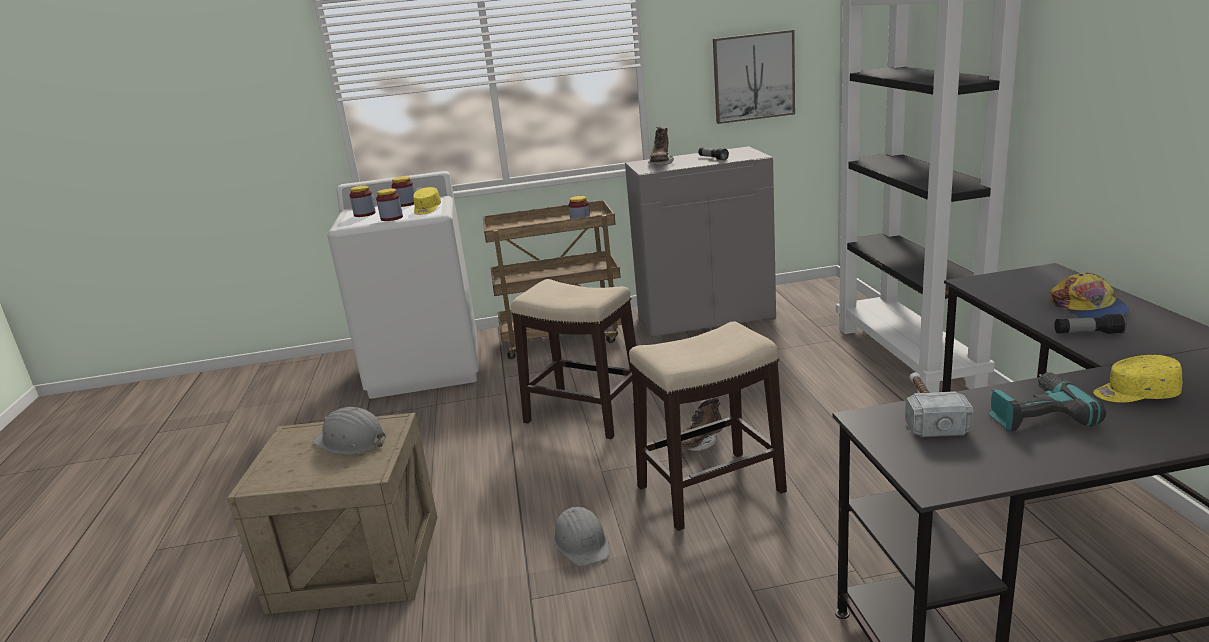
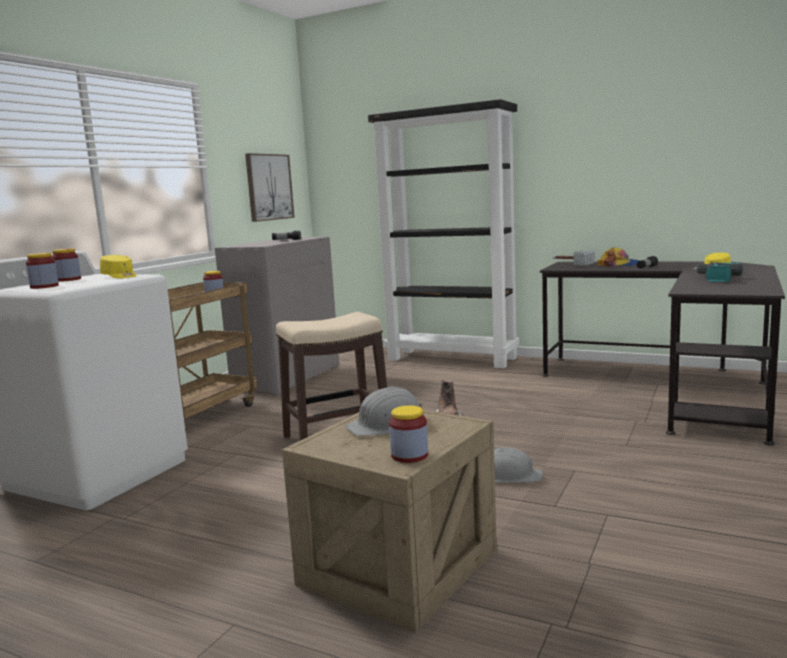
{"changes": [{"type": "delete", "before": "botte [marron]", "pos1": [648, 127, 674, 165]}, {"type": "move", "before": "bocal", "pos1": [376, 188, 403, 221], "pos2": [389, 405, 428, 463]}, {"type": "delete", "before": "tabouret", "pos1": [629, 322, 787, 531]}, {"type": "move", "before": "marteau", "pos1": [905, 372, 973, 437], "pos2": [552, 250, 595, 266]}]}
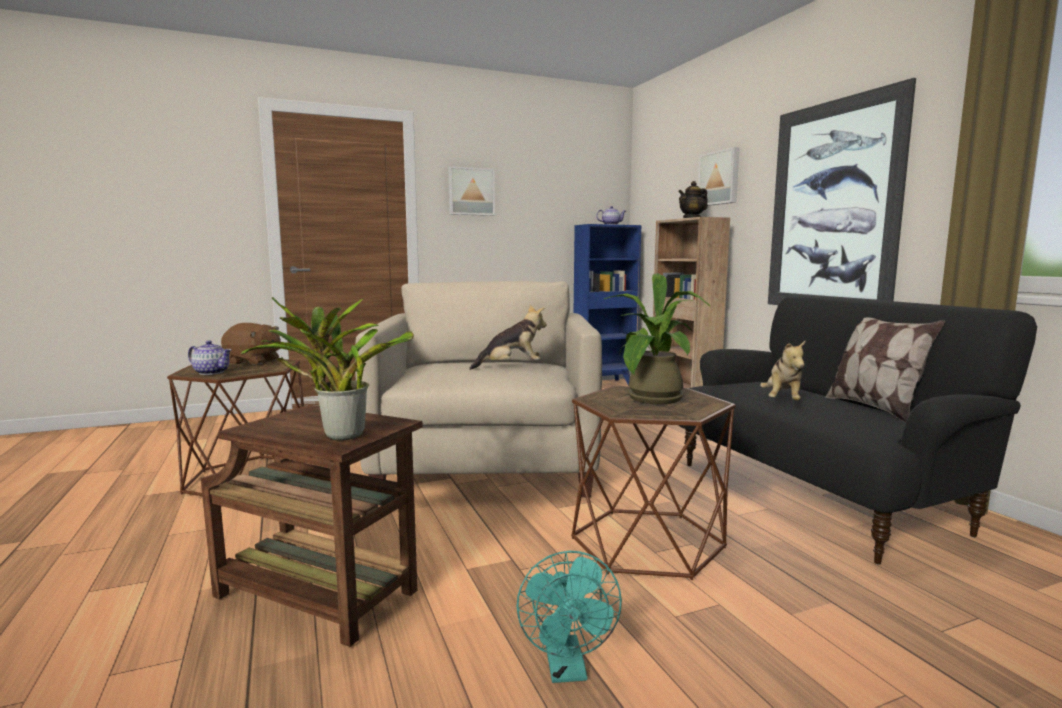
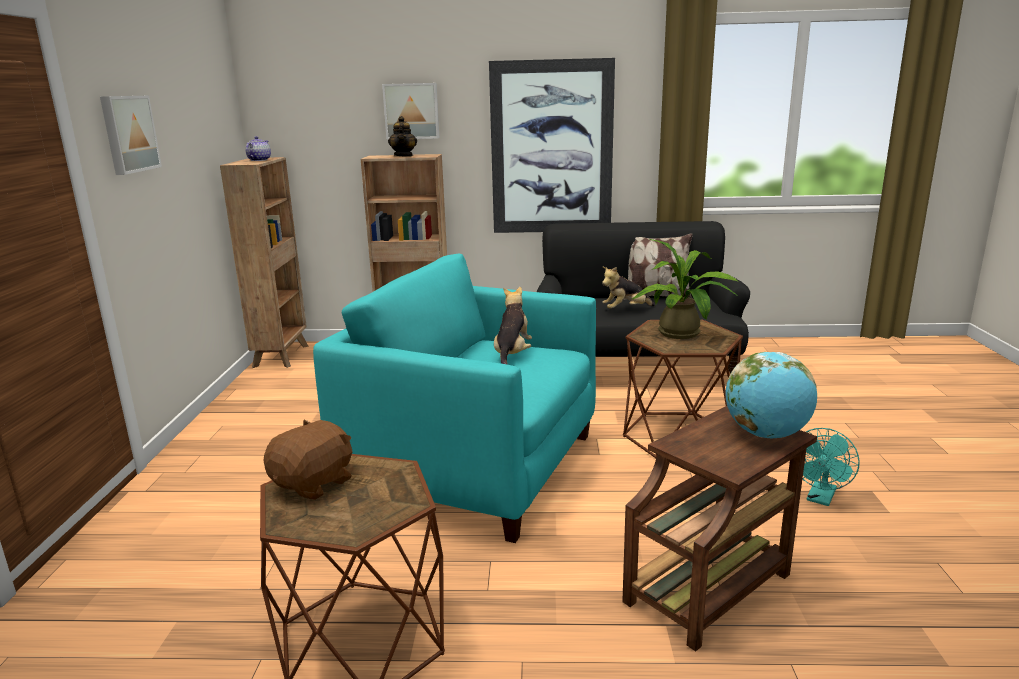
{"changes": [{"type": "recolor", "before": "bibliothèque [bleu]", "after": "bibliothèque [marron]", "pos1": [574, 224, 641, 385], "pos2": [220, 157, 308, 368]}, {"type": "recolor", "before": "fauteuil [beige]", "after": "fauteuil [turquoise]", "pos1": [355, 281, 602, 497], "pos2": [313, 254, 596, 543]}, {"type": "replace", "before": "plante en pot", "after": "globe", "pos1": [241, 297, 414, 440], "pos2": [725, 352, 817, 438]}, {"type": "delete", "before": "théière", "pos1": [188, 340, 232, 375]}, {"type": "rotate", "before": "peluche", "pos1": [760, 340, 806, 400], "pos2": [602, 267, 655, 309], "turn": 120}, {"type": "rotate", "before": "ventilateur [turquoise]", "pos1": [517, 551, 622, 683], "pos2": [803, 428, 860, 506], "turn": 105}]}
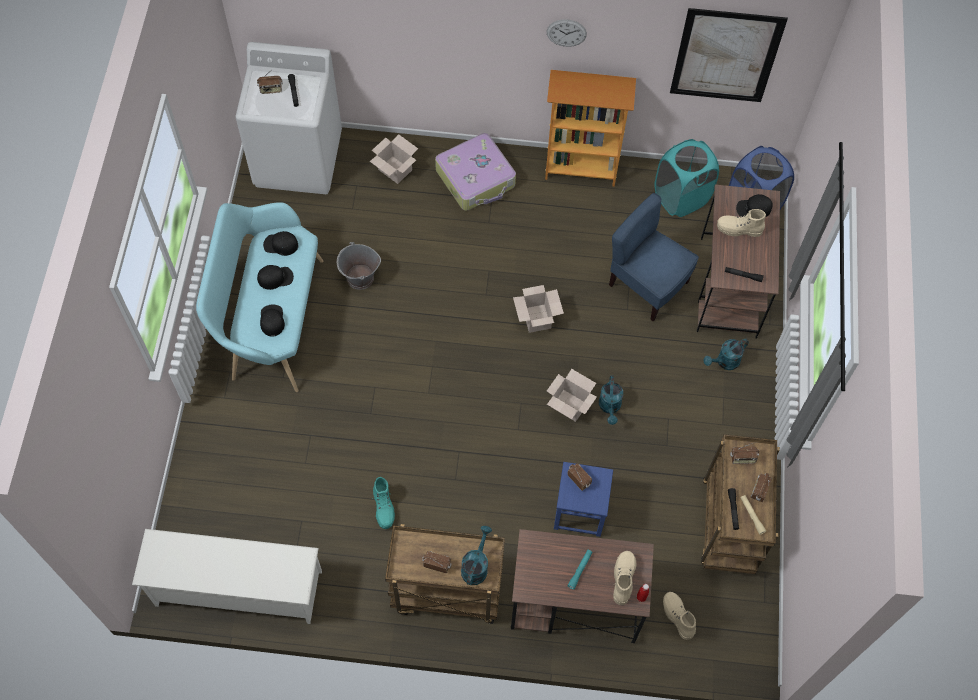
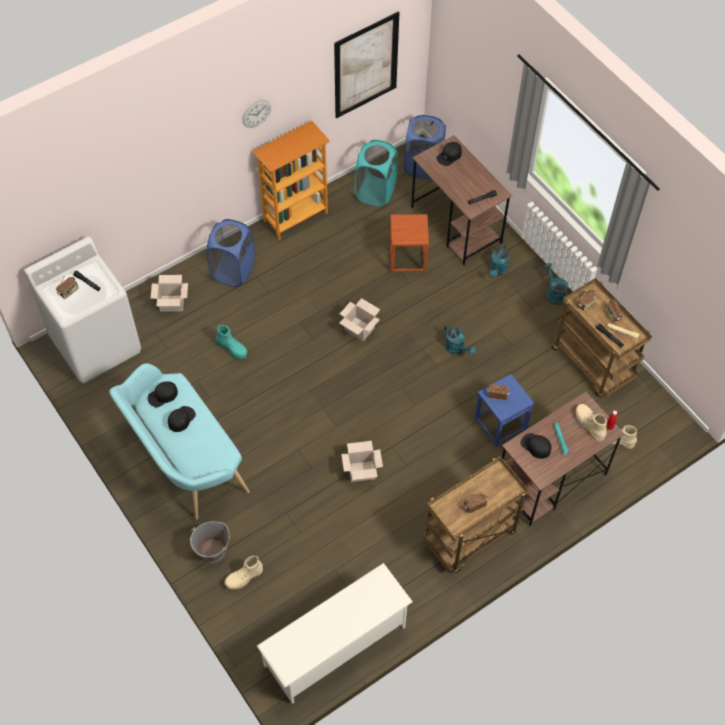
{"changes": [{"type": "replace", "before": "valise", "after": "panier à linge [bleu]", "pos1": [435, 133, 516, 210], "pos2": [206, 219, 255, 287]}, {"type": "replace", "before": "chaise [bleu]", "after": "tabouret [marron]", "pos1": [609, 193, 699, 321], "pos2": [390, 214, 429, 274]}, {"type": "move", "before": "botte [beige]", "pos1": [717, 209, 766, 237], "pos2": [225, 556, 263, 590]}, {"type": "move", "before": "seau [gris]", "pos1": [337, 242, 381, 290], "pos2": [190, 522, 229, 563]}, {"type": "move", "before": "casquette [noir]", "pos1": [260, 304, 285, 337], "pos2": [521, 433, 551, 459]}, {"type": "move", "before": "carton", "pos1": [547, 369, 597, 422], "pos2": [341, 441, 383, 482]}, {"type": "move", "before": "botte [turquoise]", "pos1": [373, 477, 395, 529], "pos2": [216, 325, 247, 360]}, {"type": "move", "before": "arrosoir [turquoise]", "pos1": [461, 526, 492, 585], "pos2": [544, 263, 568, 305]}]}
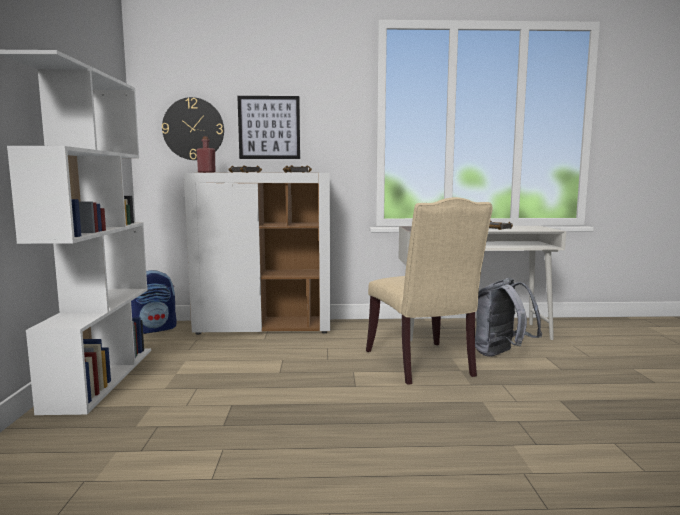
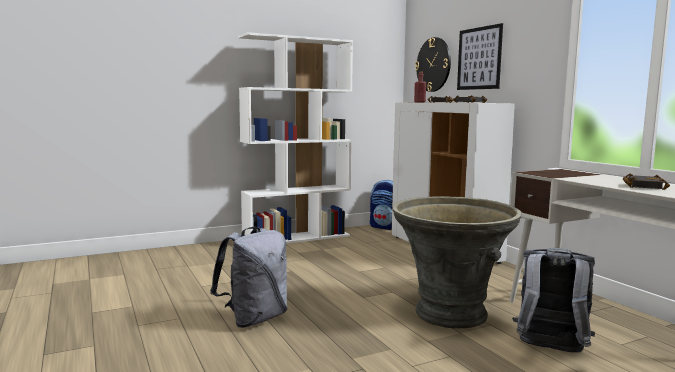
{"changes": [{"type": "replace", "before": "chaise [beige]", "after": "cache-pot [gris]", "pos1": [366, 197, 493, 385], "pos2": [392, 196, 522, 329]}, {"type": "insert", "after": "sac à dos [gris]", "pos2": [210, 227, 287, 328]}]}
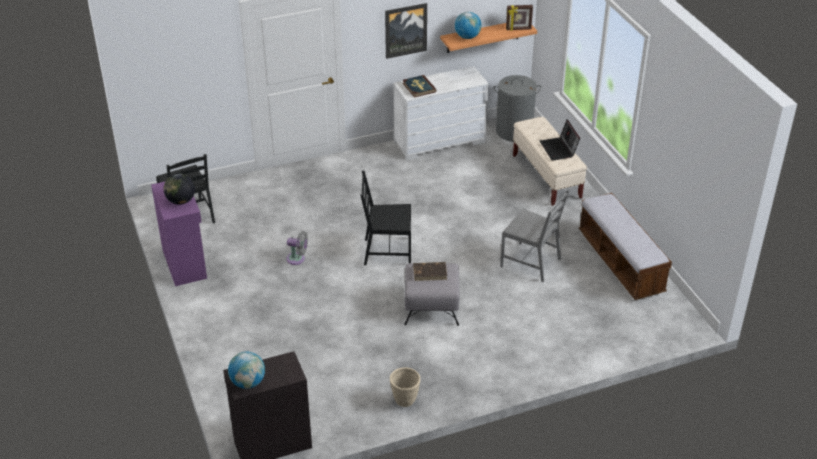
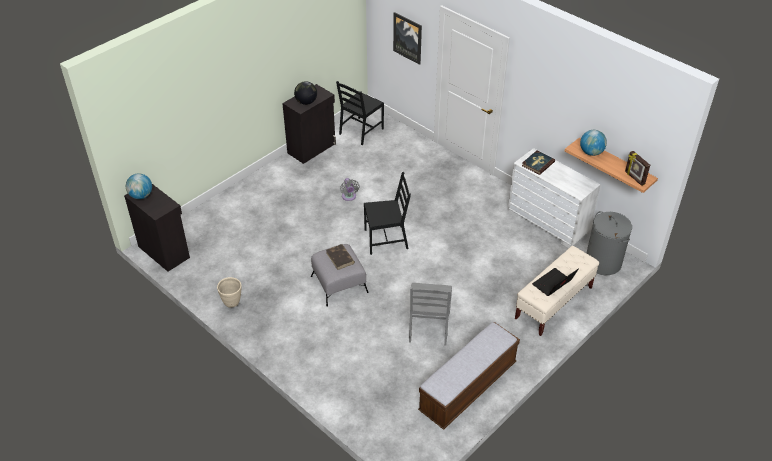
{"changes": [{"type": "move", "before": "tableau", "pos1": [385, 3, 427, 59], "pos2": [393, 12, 422, 65]}, {"type": "rotate", "before": "chaise [noir]", "pos1": [361, 170, 411, 265], "pos2": [364, 172, 411, 255], "turn": 105}, {"type": "recolor", "before": "meuble de rangement [violet]", "after": "meuble de rangement [noir]", "pos1": [151, 182, 207, 286], "pos2": [282, 84, 336, 164]}]}
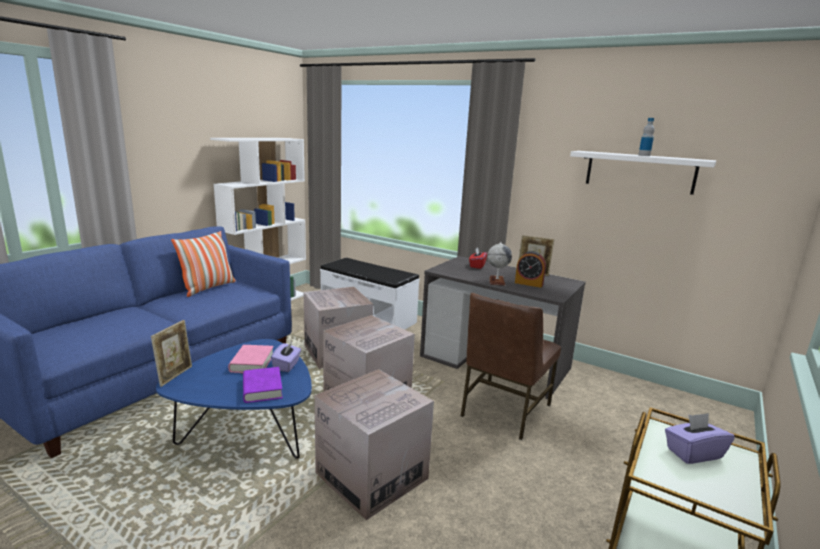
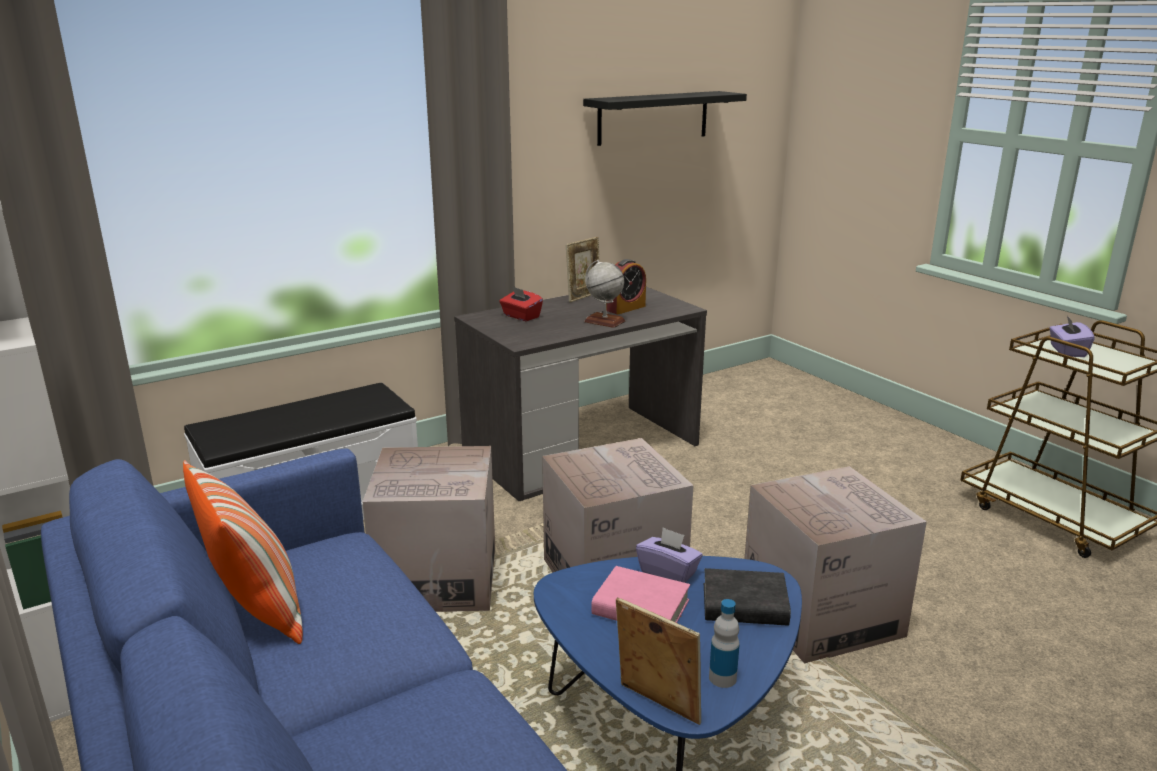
{"changes": [{"type": "move", "before": "bouteille", "pos1": [638, 118, 655, 156], "pos2": [709, 599, 740, 688]}, {"type": "recolor", "before": "étagère [blanc]", "after": "étagère [noir]", "pos1": [570, 151, 716, 195], "pos2": [583, 91, 747, 146]}, {"type": "delete", "before": "chaise [marron]", "pos1": [461, 293, 561, 440]}, {"type": "recolor", "before": "livre [violet]", "after": "livre [noir]", "pos1": [243, 367, 283, 403], "pos2": [704, 568, 791, 626]}]}
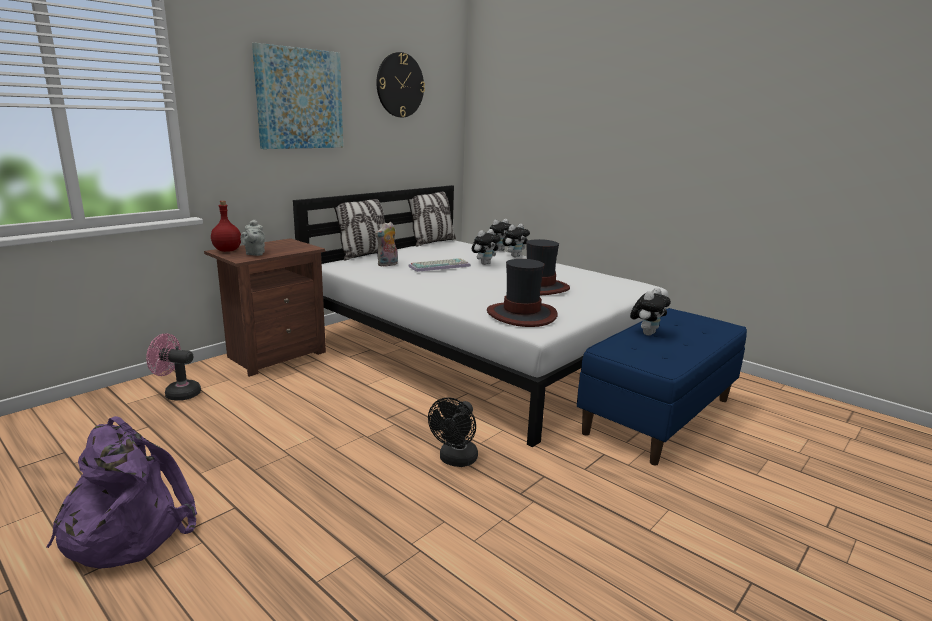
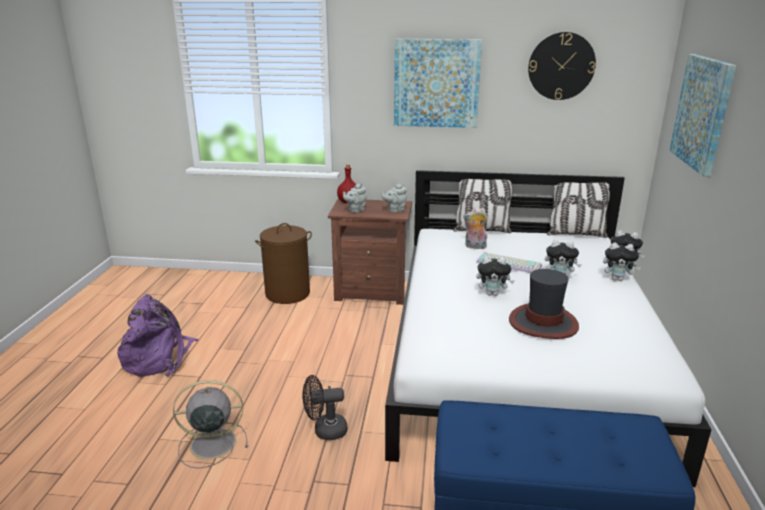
{"changes": [{"type": "delete", "before": "chapeau", "pos1": [487, 259, 558, 327]}, {"type": "move", "before": "peluche", "pos1": [630, 288, 671, 336], "pos2": [476, 256, 514, 296]}, {"type": "replace", "before": "ventilateur [rose]", "after": "panier à linge [marron]", "pos1": [146, 333, 201, 401], "pos2": [255, 223, 312, 304]}, {"type": "insert", "after": "tableau", "pos2": [670, 54, 736, 177]}, {"type": "insert", "after": "théière [gris]", "pos2": [382, 184, 407, 213]}, {"type": "insert", "after": "ventilateur [gris]", "pos2": [173, 380, 248, 469]}]}
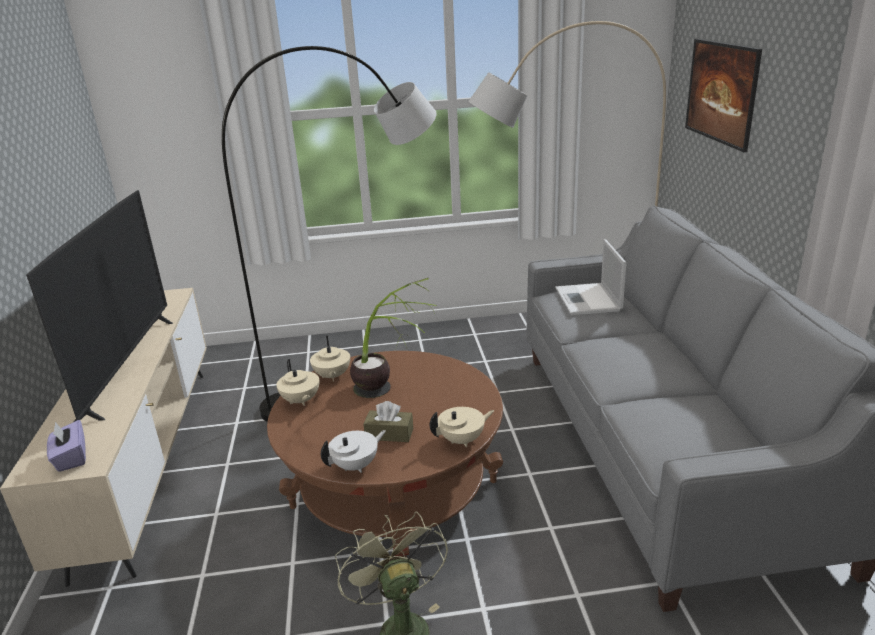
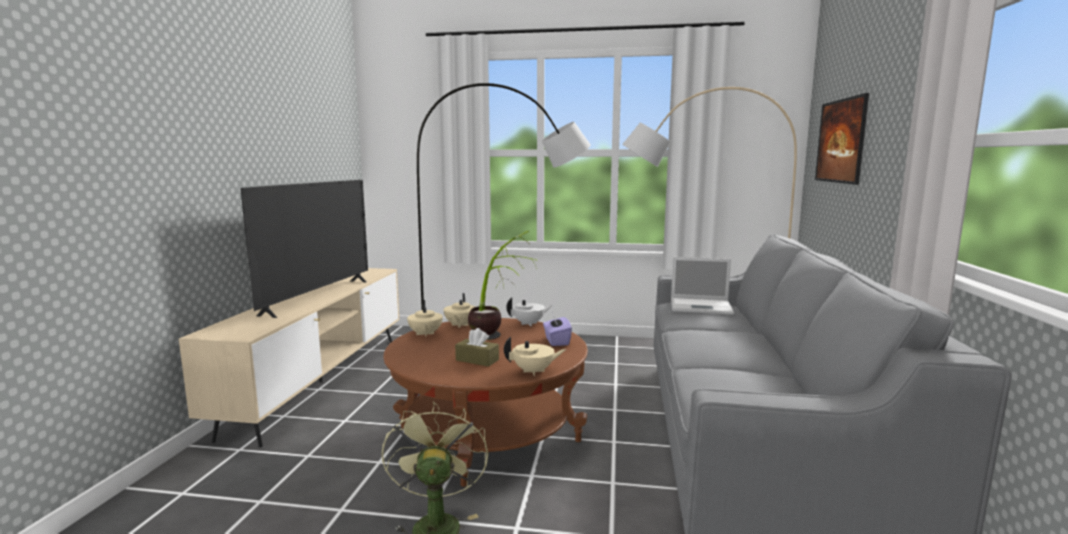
{"changes": [{"type": "rotate", "before": "ordinateur portable", "pos1": [555, 239, 627, 315], "pos2": [671, 257, 734, 315], "turn": -90}, {"type": "move", "before": "boîte à mouchoirs [violet]", "pos1": [47, 420, 86, 472], "pos2": [543, 312, 572, 346]}, {"type": "move", "before": "théière [blanc]", "pos1": [321, 430, 386, 473], "pos2": [506, 297, 553, 326]}]}
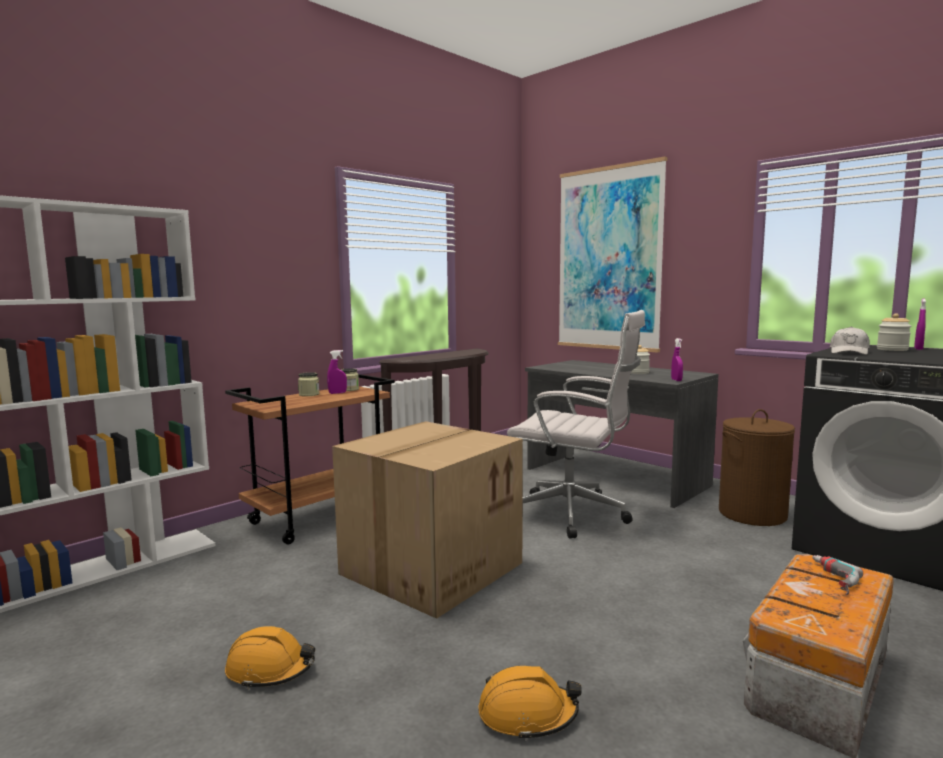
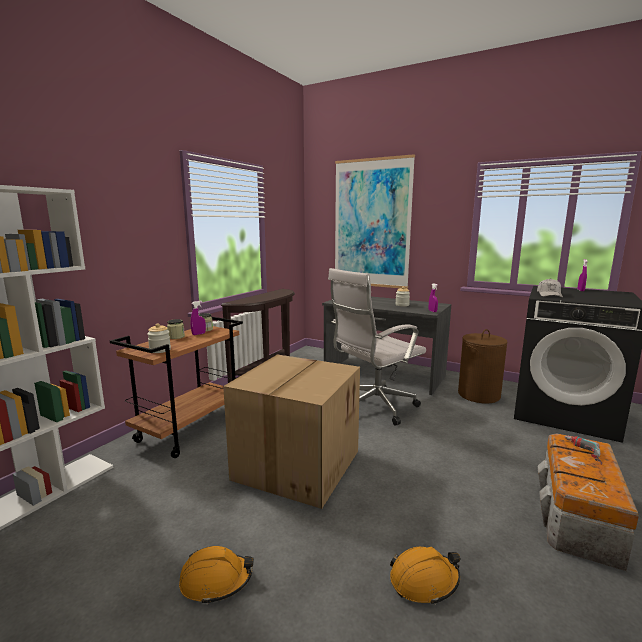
{"changes": [{"type": "rotate", "before": "chaise de bureau [blanc]", "pos1": [507, 310, 645, 539], "pos2": [328, 268, 426, 426], "turn": 135}, {"type": "move", "before": "bocal", "pos1": [877, 313, 911, 351], "pos2": [147, 323, 171, 353]}]}
